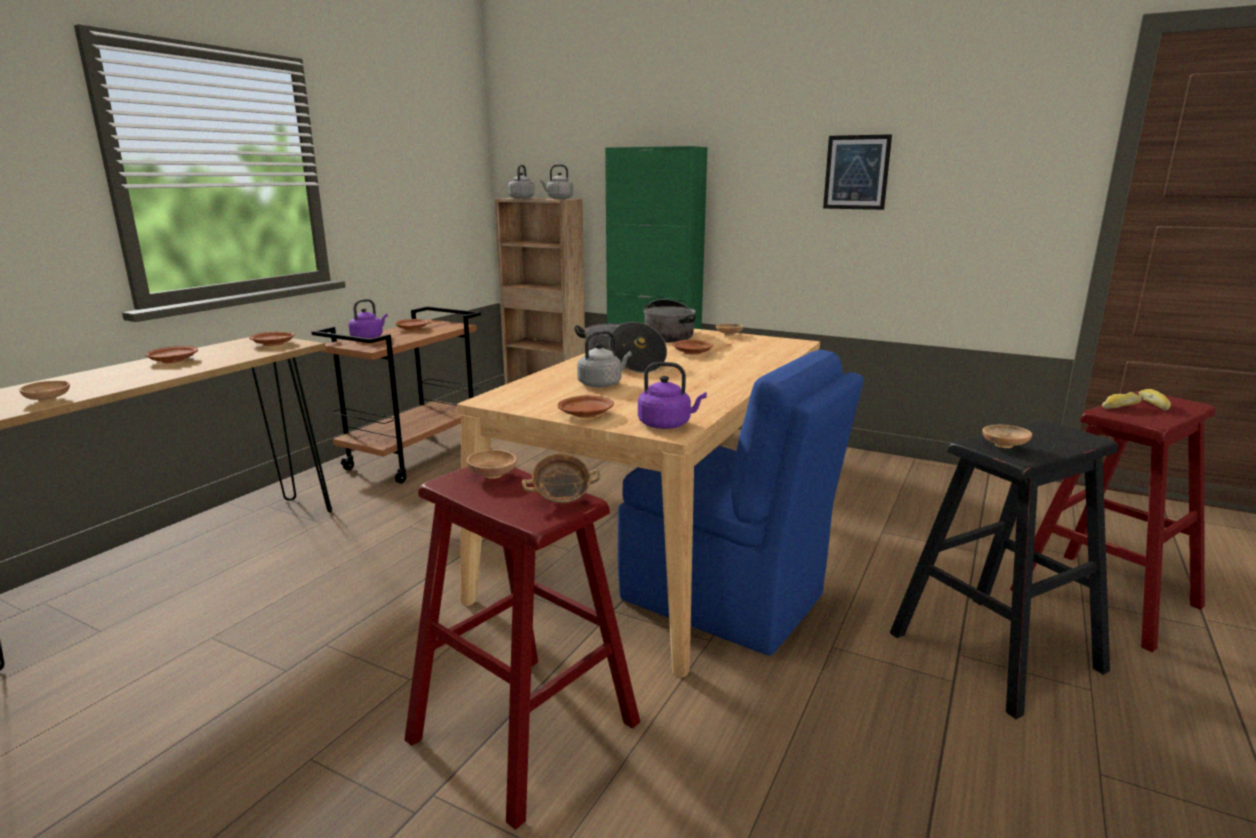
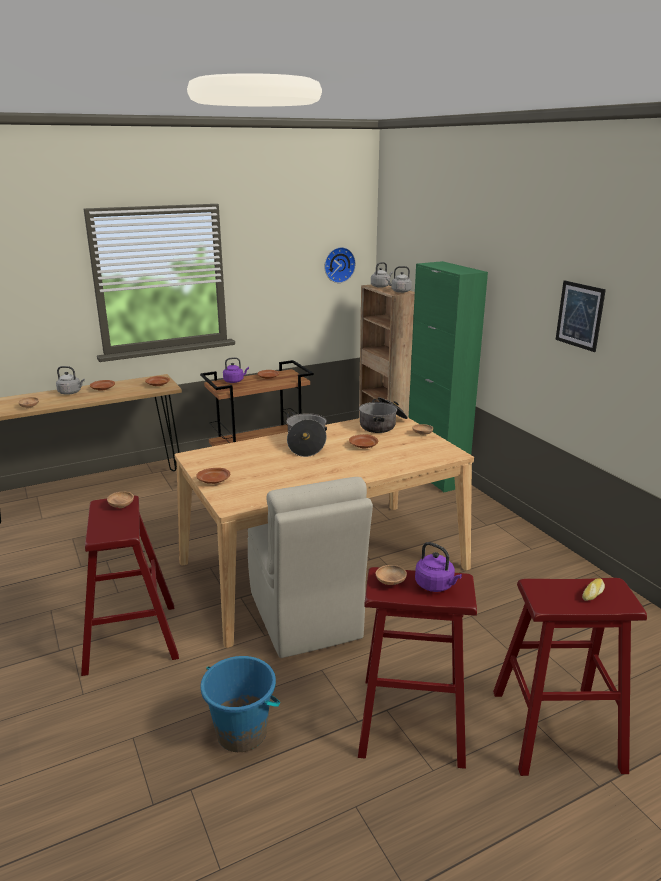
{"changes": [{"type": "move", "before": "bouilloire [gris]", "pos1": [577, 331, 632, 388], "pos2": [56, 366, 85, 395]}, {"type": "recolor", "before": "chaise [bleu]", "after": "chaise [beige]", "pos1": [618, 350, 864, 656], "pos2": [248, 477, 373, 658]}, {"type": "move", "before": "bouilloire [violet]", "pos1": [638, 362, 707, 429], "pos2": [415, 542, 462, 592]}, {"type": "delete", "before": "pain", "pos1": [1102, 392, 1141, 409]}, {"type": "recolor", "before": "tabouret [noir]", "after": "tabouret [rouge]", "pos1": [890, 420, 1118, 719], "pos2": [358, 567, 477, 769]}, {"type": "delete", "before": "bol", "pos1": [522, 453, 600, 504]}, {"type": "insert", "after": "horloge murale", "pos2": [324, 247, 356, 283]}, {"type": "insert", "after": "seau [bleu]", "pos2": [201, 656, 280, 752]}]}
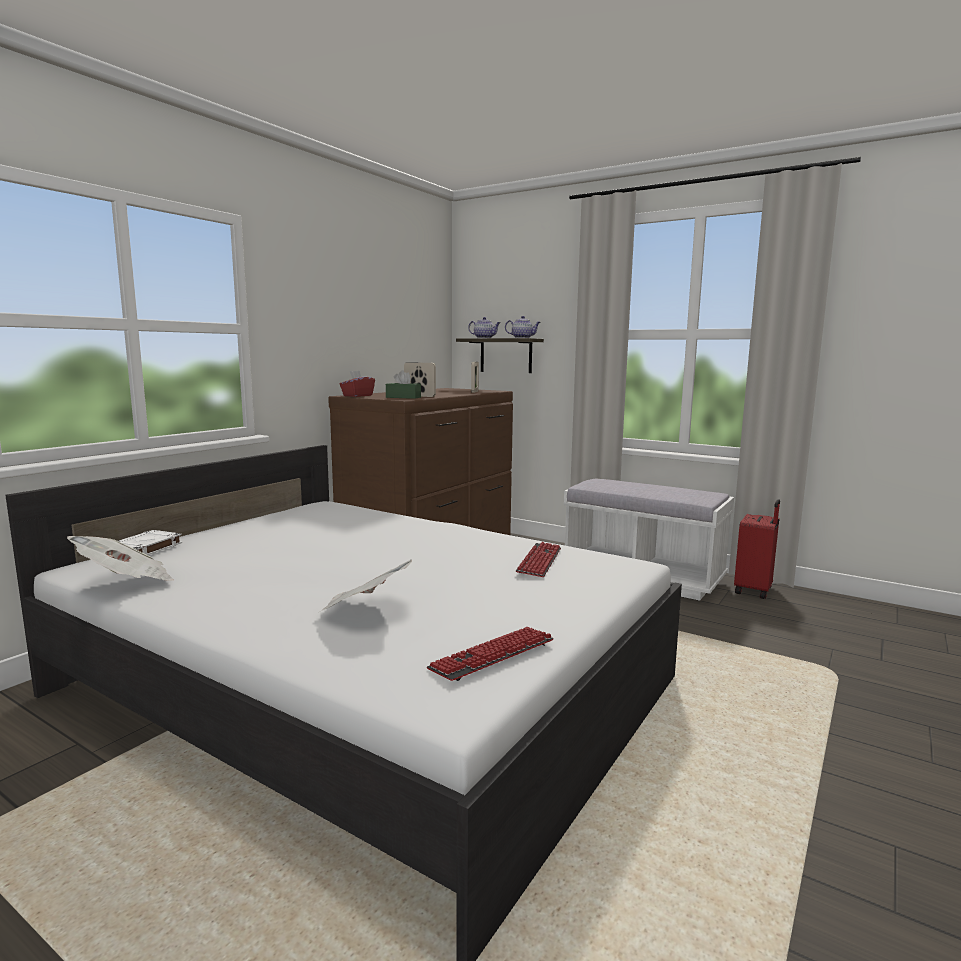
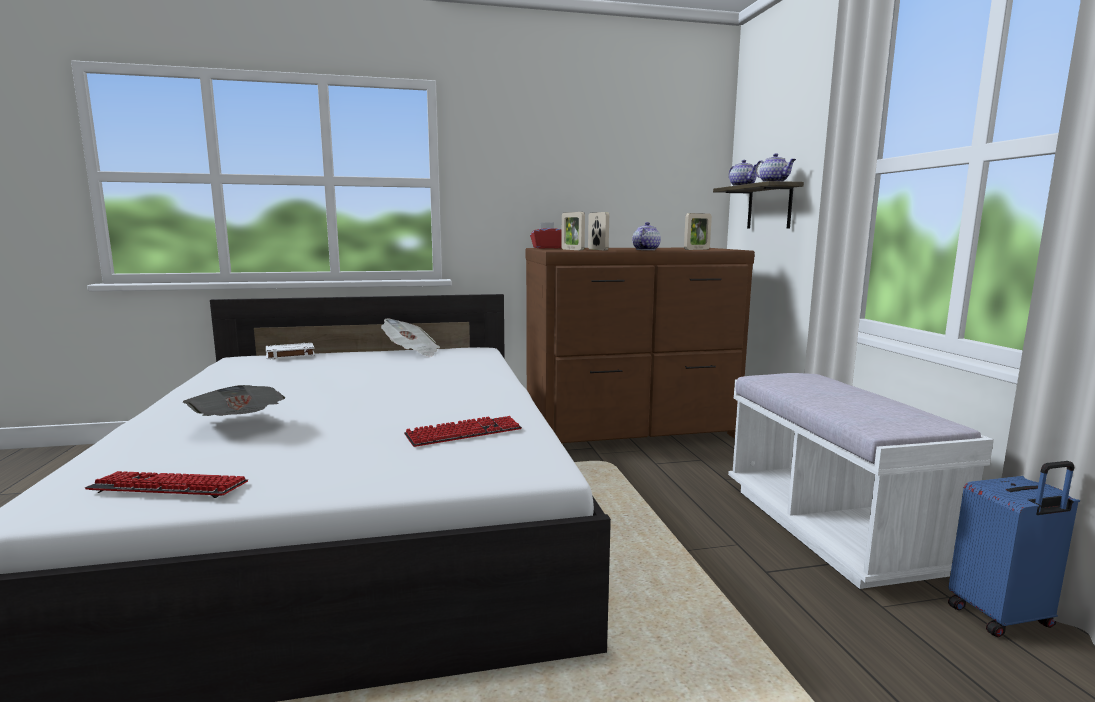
{"changes": [{"type": "replace", "before": "boîte à mouchoirs [vert]", "after": "cadre photo", "pos1": [386, 370, 421, 399], "pos2": [561, 212, 585, 250]}, {"type": "recolor", "before": "valise [rouge]", "after": "valise [bleu]", "pos1": [734, 499, 780, 599], "pos2": [948, 461, 1080, 637]}, {"type": "move", "before": "journal", "pos1": [67, 536, 173, 580], "pos2": [381, 319, 440, 357]}, {"type": "insert", "after": "théière", "pos2": [632, 222, 661, 250]}]}
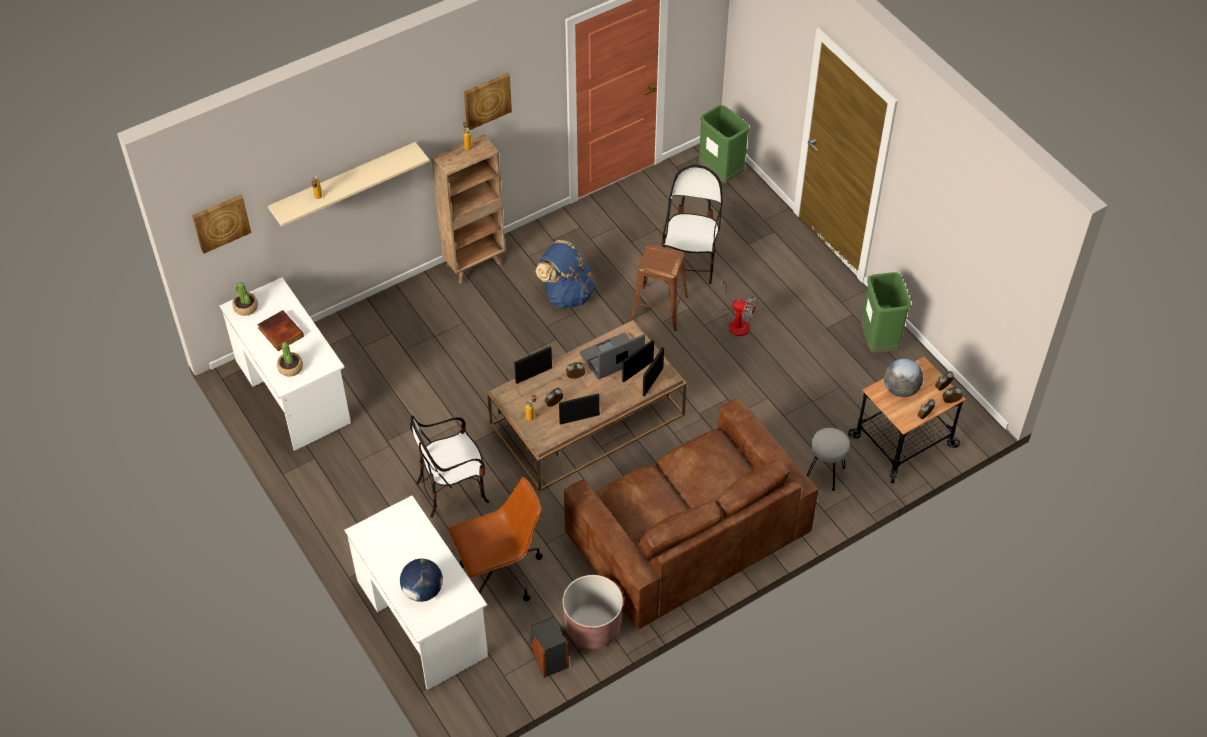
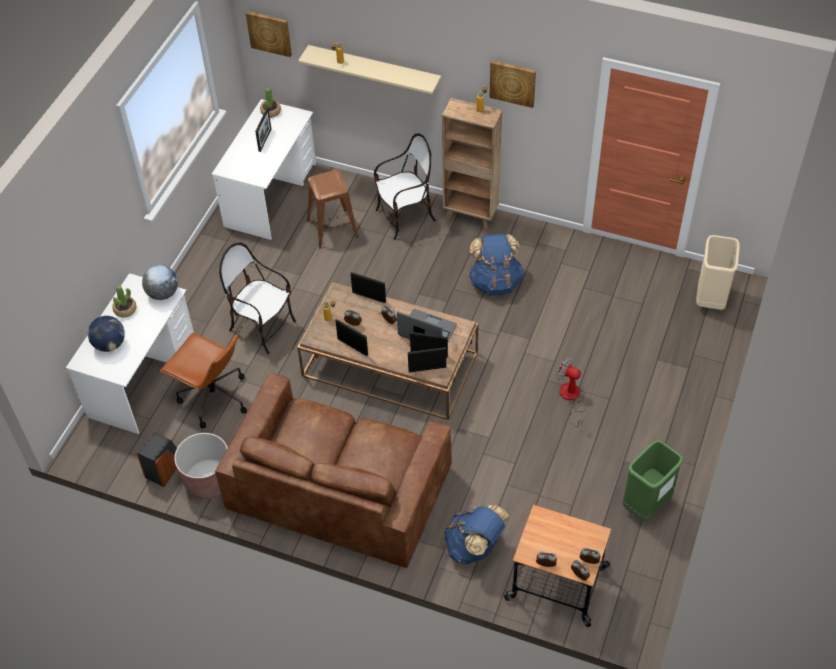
{"changes": [{"type": "recolor", "before": "poubelle [vert]", "after": "poubelle [beige]", "pos1": [699, 105, 750, 183], "pos2": [696, 235, 740, 310]}, {"type": "move", "before": "chaise", "pos1": [662, 165, 722, 284], "pos2": [374, 133, 436, 240]}, {"type": "move", "before": "tabouret [marron]", "pos1": [630, 245, 688, 331], "pos2": [307, 170, 359, 249]}, {"type": "rotate", "before": "ventilateur", "pos1": [721, 277, 757, 336], "pos2": [557, 357, 585, 427], "turn": 135}, {"type": "replace", "before": "livre", "after": "cadre photo", "pos1": [257, 310, 304, 351], "pos2": [255, 108, 271, 152]}, {"type": "move", "before": "plante en pot", "pos1": [277, 342, 303, 377], "pos2": [112, 286, 137, 318]}, {"type": "move", "before": "globe", "pos1": [884, 358, 923, 397], "pos2": [142, 265, 178, 300]}, {"type": "replace", "before": "tabouret [gris]", "after": "sac à dos [bleu]", "pos1": [807, 428, 850, 491], "pos2": [444, 505, 510, 564]}]}
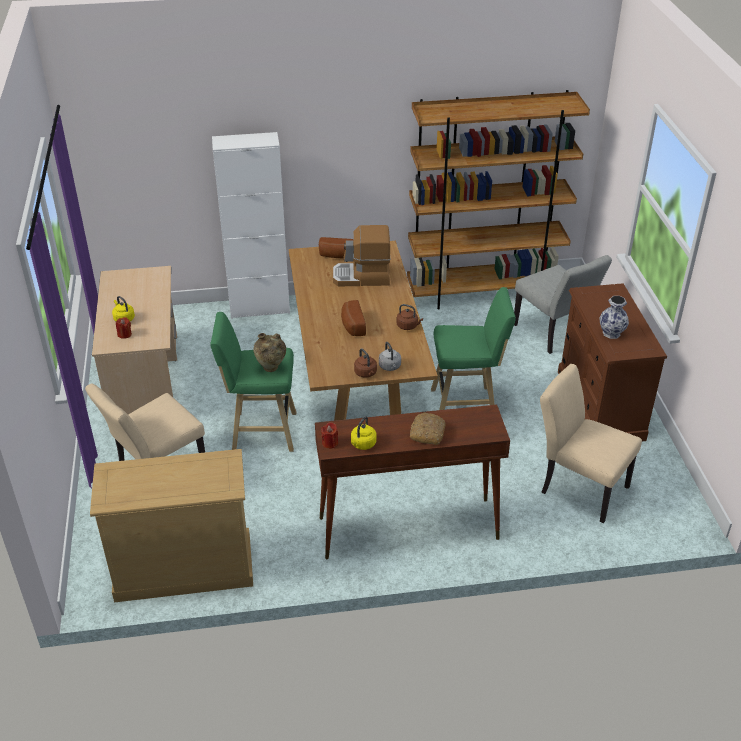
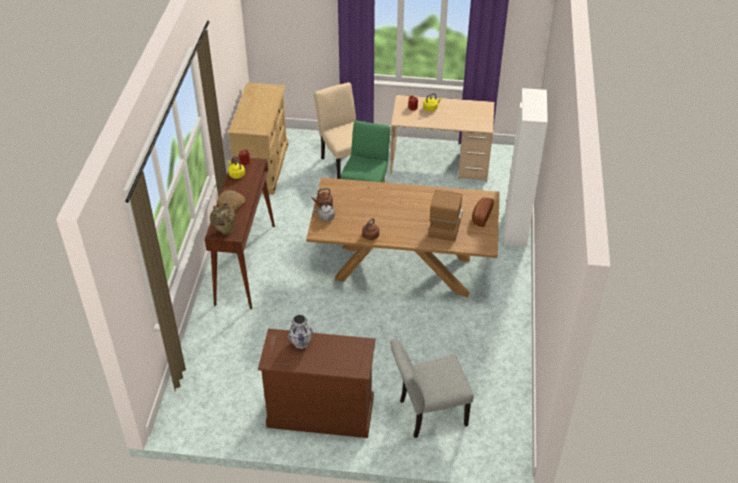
{"changes": [{"type": "delete", "before": "bibliothèque [marron]", "pos1": [407, 90, 590, 309]}, {"type": "delete", "before": "tabouret [vert]", "pos1": [431, 287, 516, 410]}, {"type": "delete", "before": "pain", "pos1": [341, 300, 366, 336]}, {"type": "move", "before": "vase [beige]", "pos1": [253, 333, 286, 372], "pos2": [210, 203, 235, 235]}, {"type": "delete", "before": "chaise [beige]", "pos1": [540, 364, 642, 523]}]}
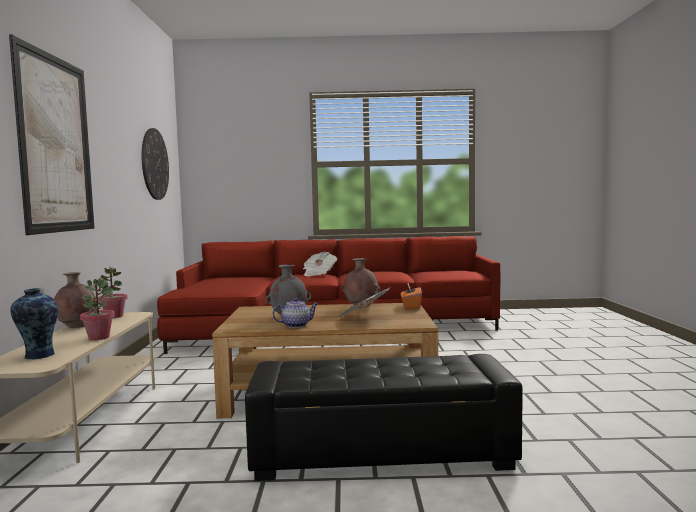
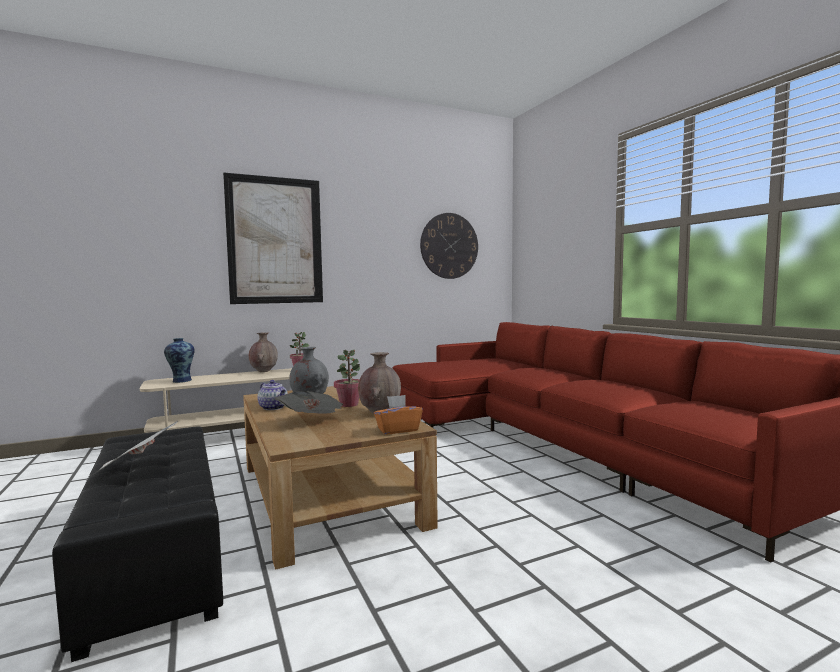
{"changes": [{"type": "move", "before": "journal", "pos1": [303, 252, 337, 276], "pos2": [92, 421, 178, 475]}, {"type": "move", "before": "plante en pot", "pos1": [80, 278, 115, 340], "pos2": [334, 350, 360, 407]}]}
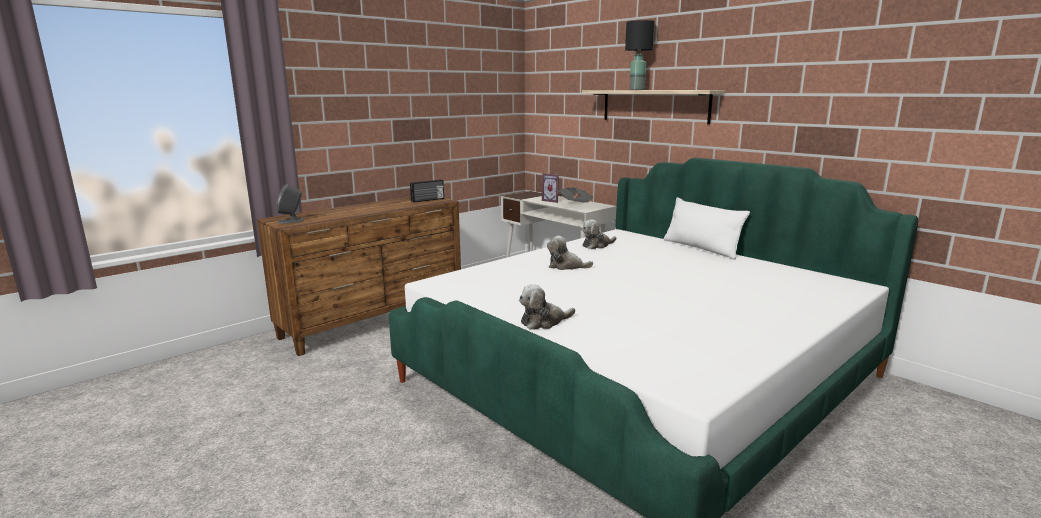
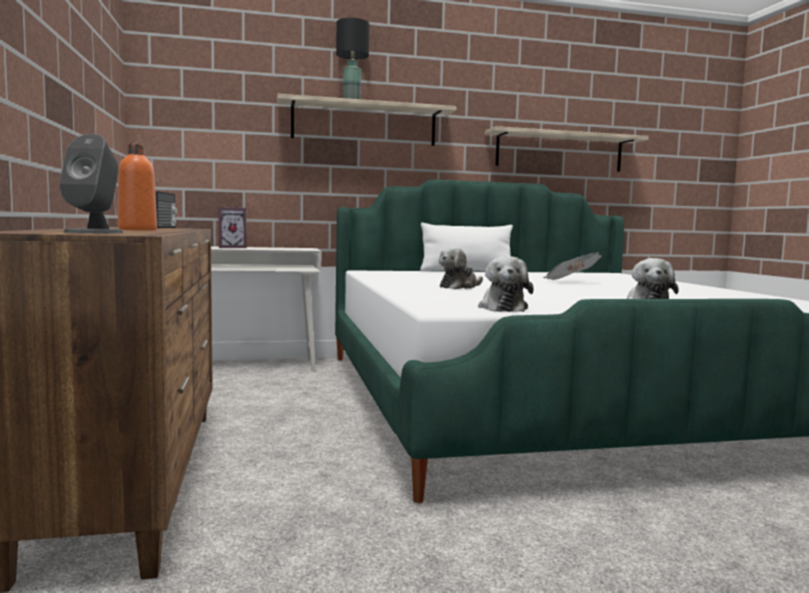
{"changes": [{"type": "move", "before": "journal", "pos1": [558, 187, 593, 203], "pos2": [543, 252, 602, 280]}, {"type": "move", "before": "peluche", "pos1": [582, 219, 616, 249], "pos2": [478, 256, 534, 312]}, {"type": "insert", "after": "étagère", "pos2": [485, 126, 649, 172]}, {"type": "insert", "after": "bouteille [orange]", "pos2": [118, 143, 157, 231]}]}
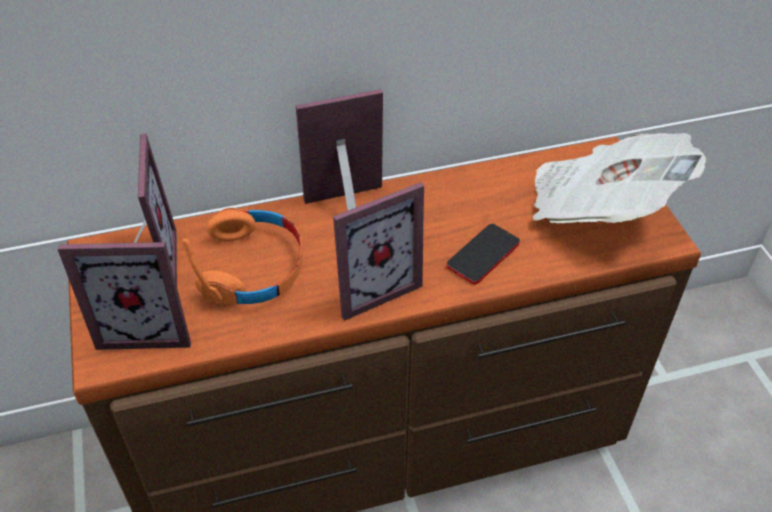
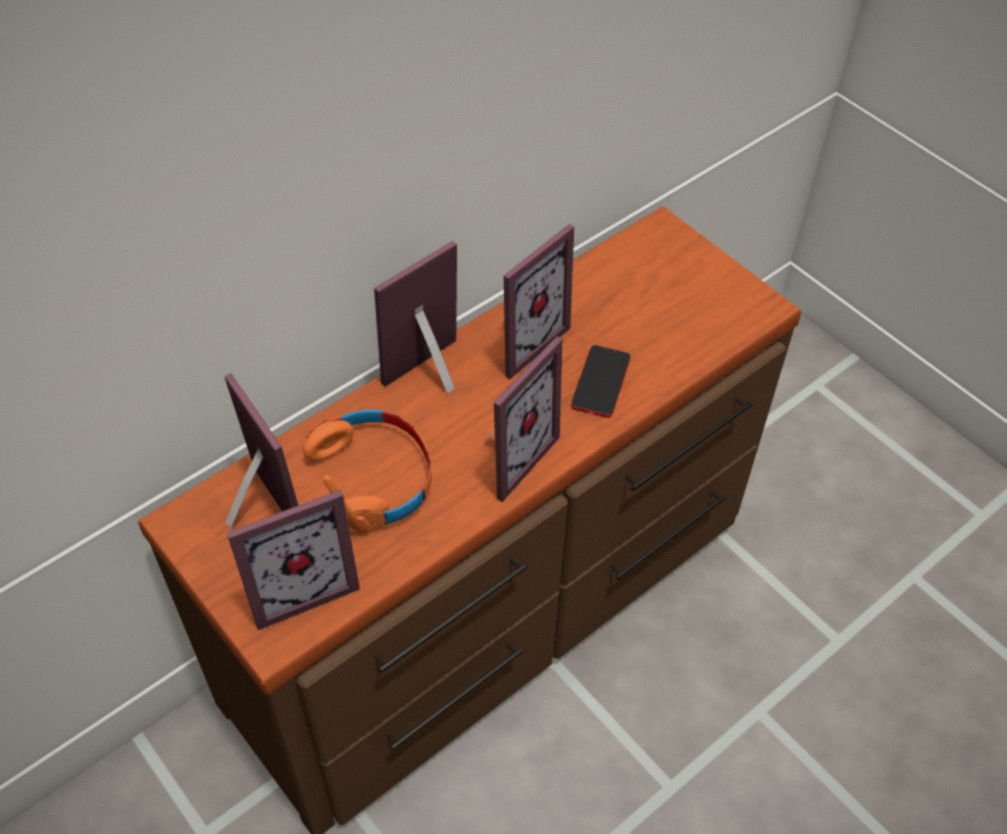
{"changes": [{"type": "delete", "before": "journal", "pos1": [533, 133, 706, 223]}, {"type": "insert", "after": "cadre photo", "pos2": [500, 224, 574, 379]}]}
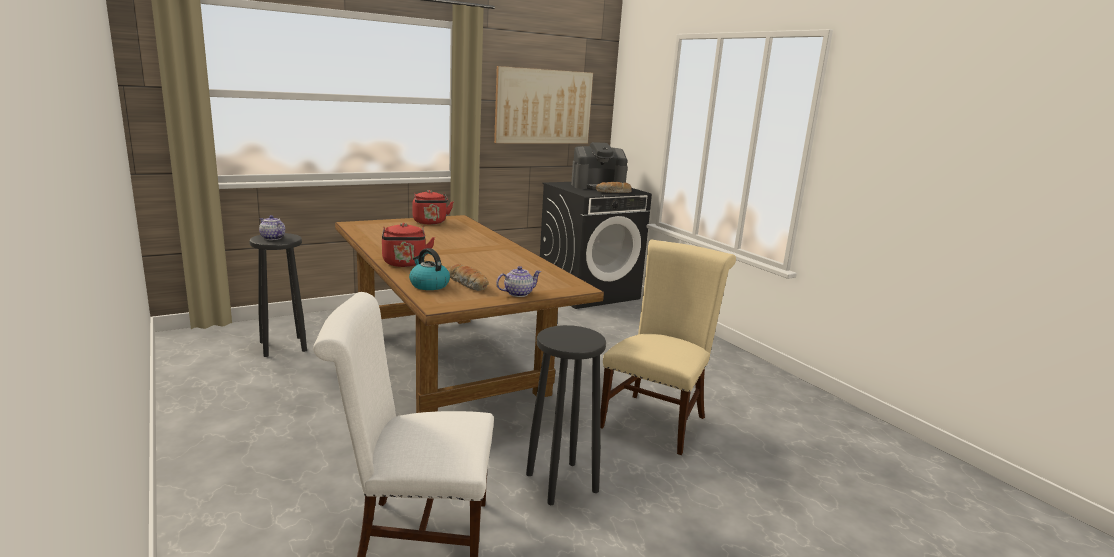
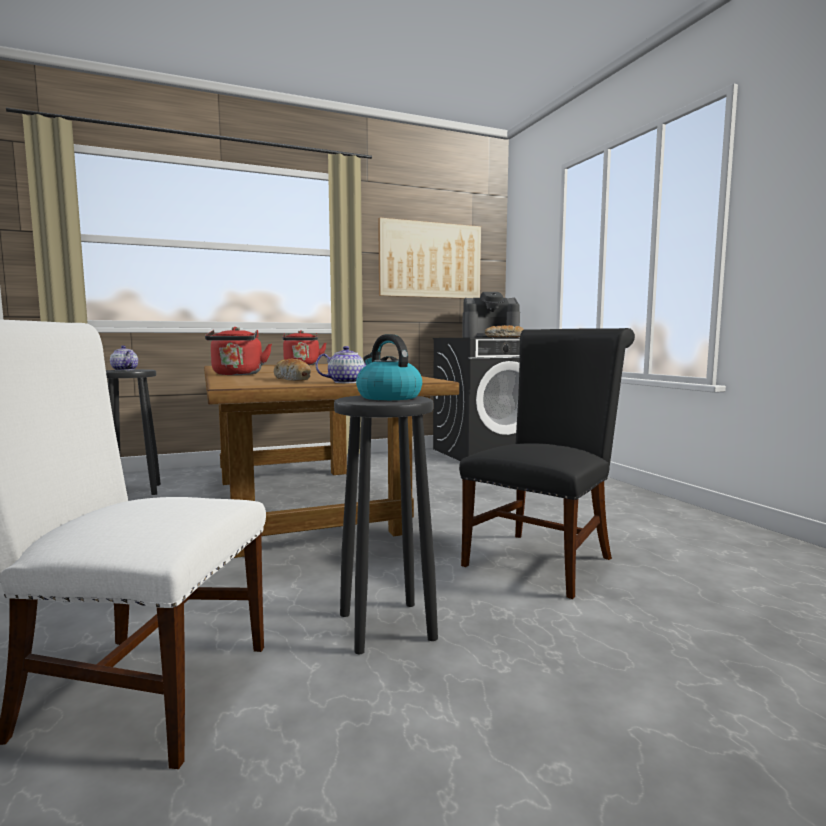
{"changes": [{"type": "recolor", "before": "chaise [beige]", "after": "chaise [noir]", "pos1": [600, 239, 736, 455], "pos2": [459, 328, 635, 599]}, {"type": "move", "before": "bouilloire", "pos1": [409, 248, 450, 290], "pos2": [356, 334, 422, 400]}]}
